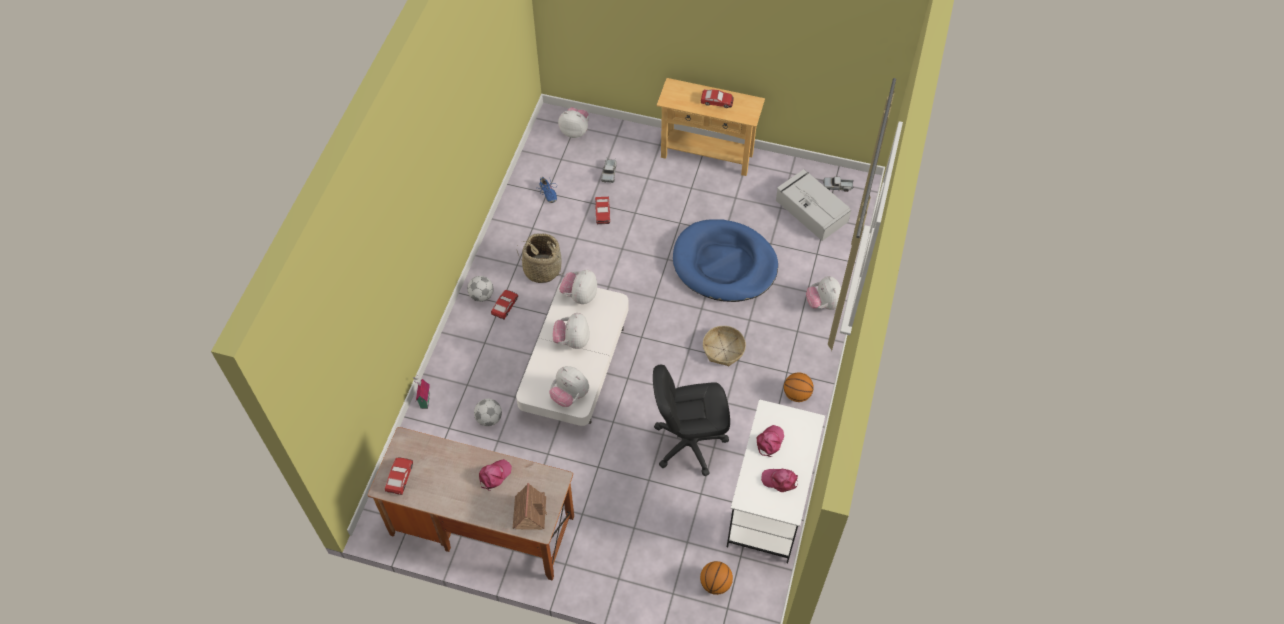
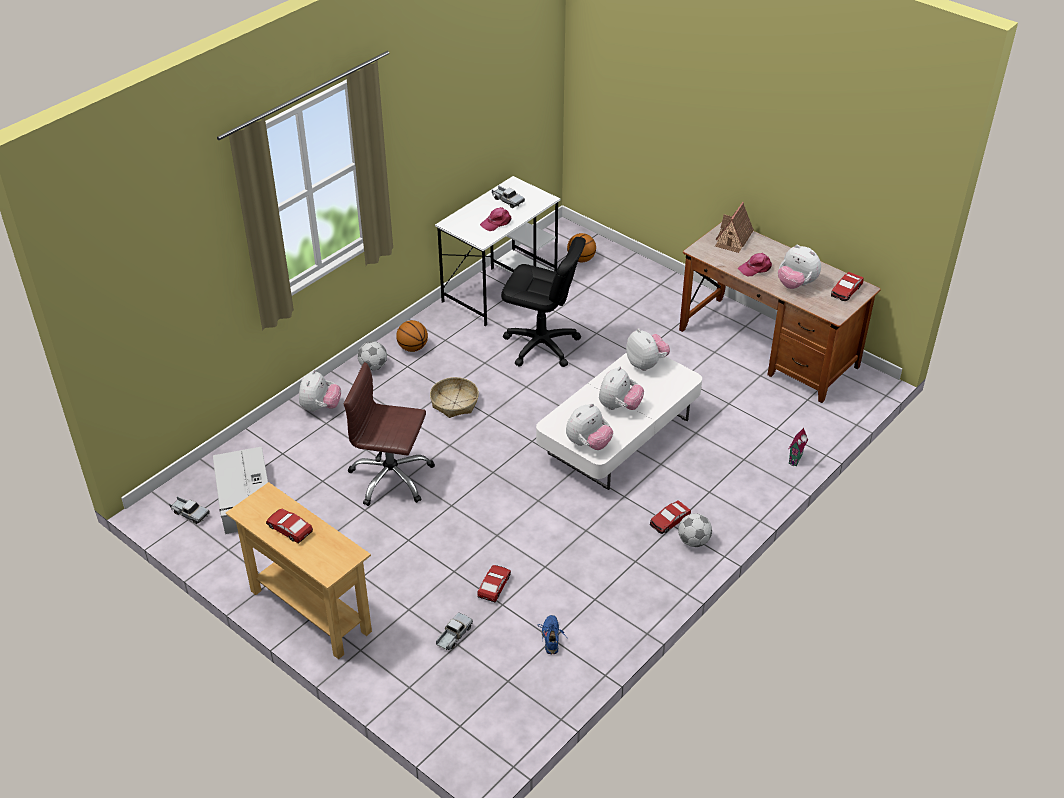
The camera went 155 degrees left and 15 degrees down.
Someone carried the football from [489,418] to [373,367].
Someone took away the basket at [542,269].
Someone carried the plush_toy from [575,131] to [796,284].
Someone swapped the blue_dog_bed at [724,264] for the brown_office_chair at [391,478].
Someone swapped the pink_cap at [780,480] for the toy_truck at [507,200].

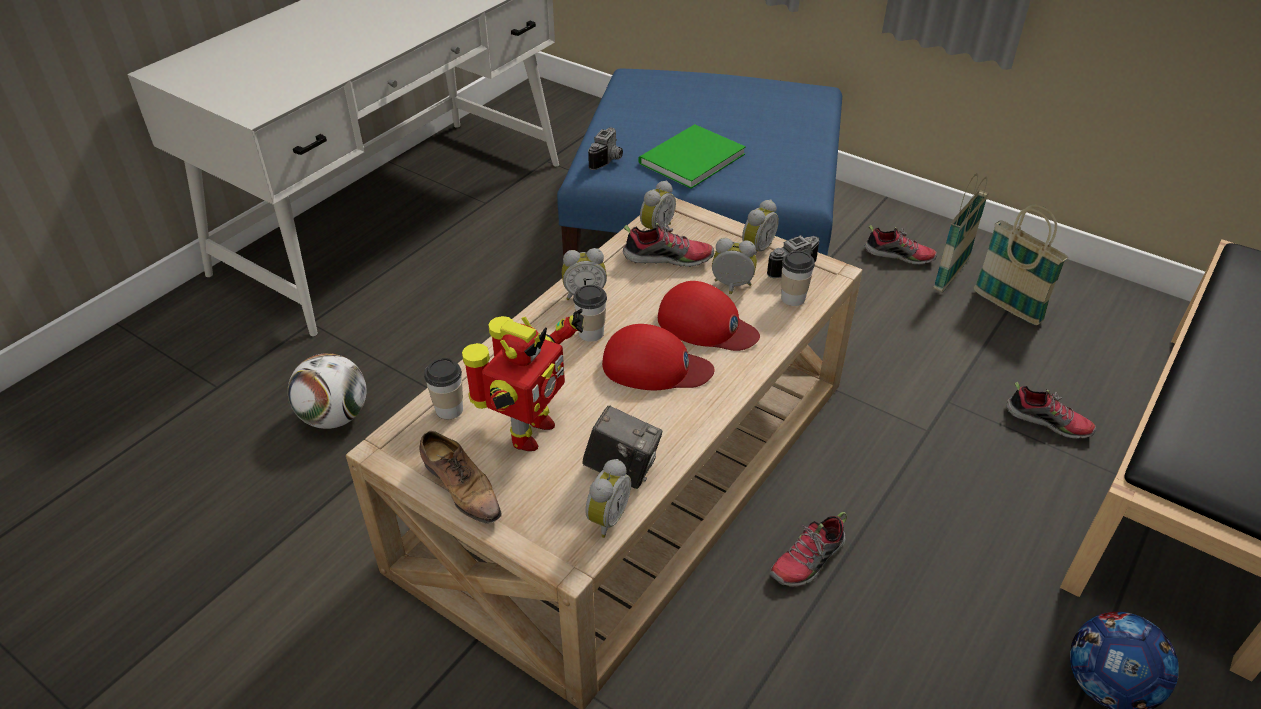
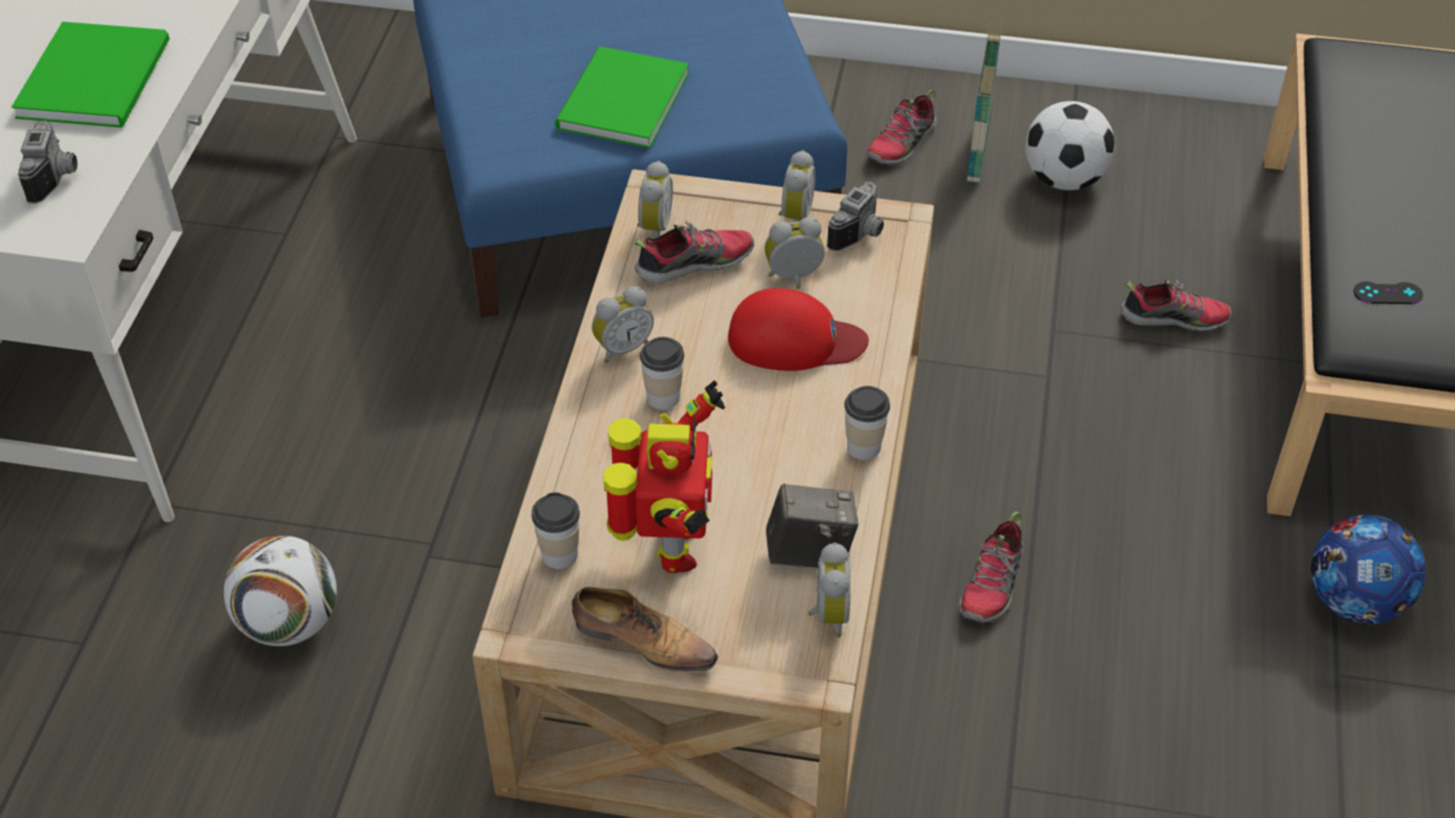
The camera went 25 degrees left and 5 degrees up.
Someone carried the photo_camera from [609,160] to [57,176].
Someone took away the red_cap at [655,367].
Someone carried the cup from [793,298] to [864,447].
Someone rotated the shoe at [899,255] by 135 degrees clockwise.
Someone swapped the basket at [1007,307] for the football at [1064,179].
Someone put down the green_book at [99,76].
Someone put down the black_game_controller at [1387,293].

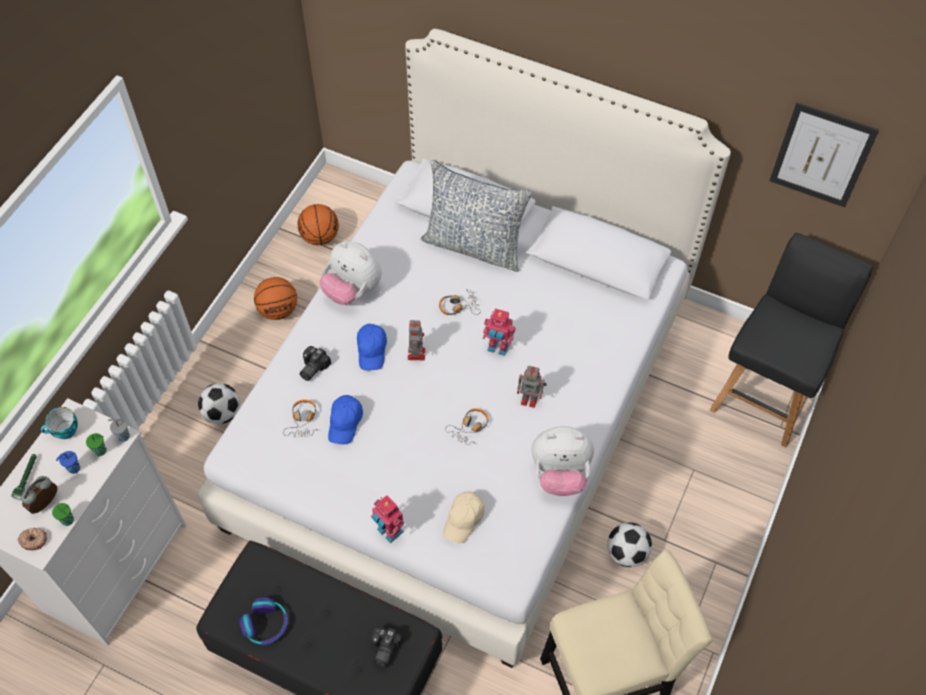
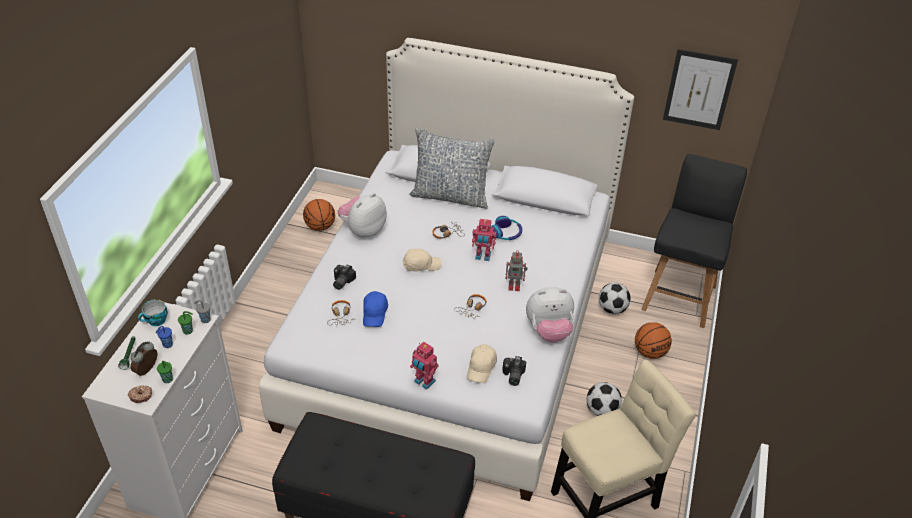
The camera went 10 degrees left and 15 degrees down.
Someone carried the football from [222,413] to [612,309].
Someone carried the headphones from [266,625] to [506,233].
Someone carried the basketball from [278,310] to [650,352].
Someone rotated the plush_toy at [352,290] by 105 degrees clockwise.
Someone took away the blue_cap at [372,350].
Someone carried the photo_camera from [383,649] to [512,376].
Someone swapped the toy_robot at [416,353] for the beige_cap at [421,265].

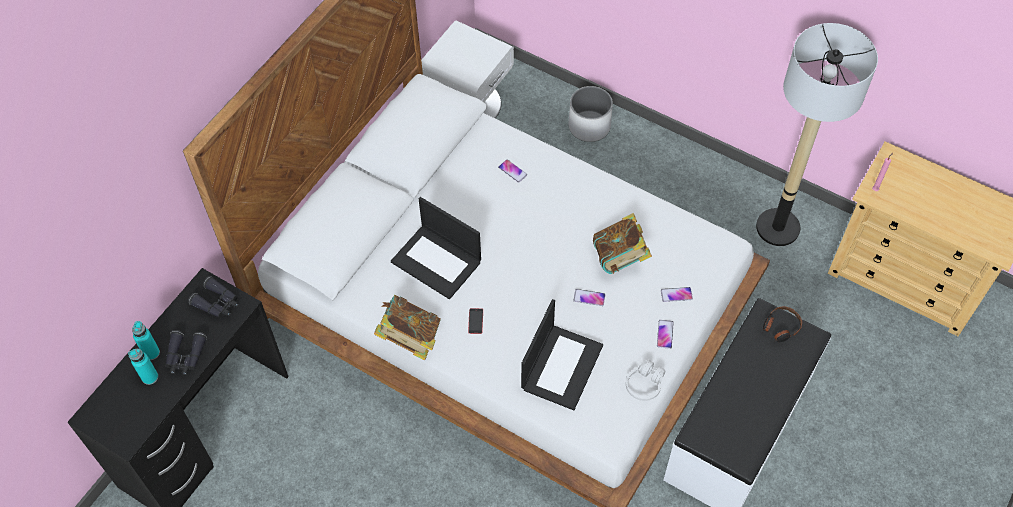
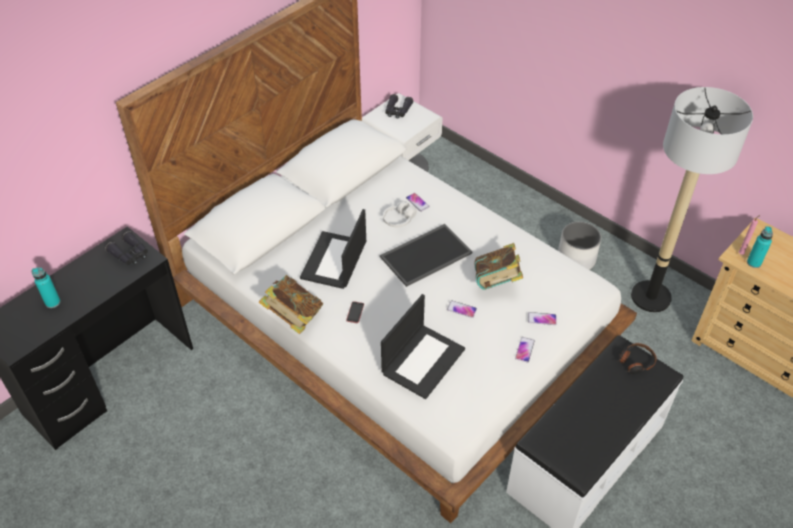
The camera went 10 degrees right and 10 degrees down.
Someone carried the turquoise_bottle from [151,353] to [753,263].
Someone carried the black_binoculars from [185,356] to [397,111].
Someone rotated the laptop at [437,262] by 60 degrees clockwise.
Someone carried the white_planter from [589,126] to [576,259].
Someone carried the white_headphones from [644,384] to [399,219].
Someone put down the tray at [426,254].

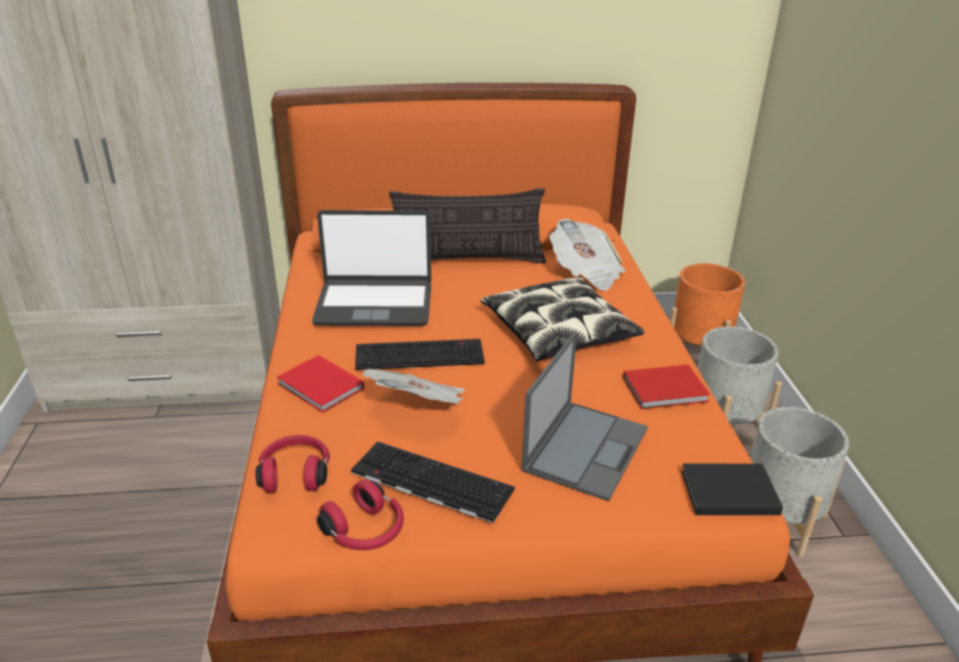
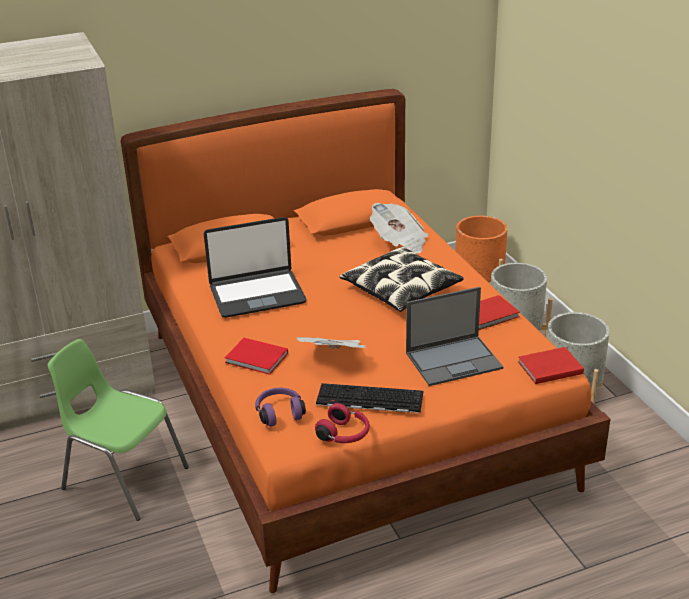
The camera went 15 degrees left and 0 degrees up.
Someone repainted the red_headphones at [295,473], which became the purple_headphones at [279,413].
Someone took away the keyboard at [421,354].
Someone took away the pillow at [468,260].
Someone rotated the laptop at [586,448] by 60 degrees clockwise.
Someone repainted the black_book at [726,491], which became the red_book at [548,367].
Someone put down the green_chair at [123,478].

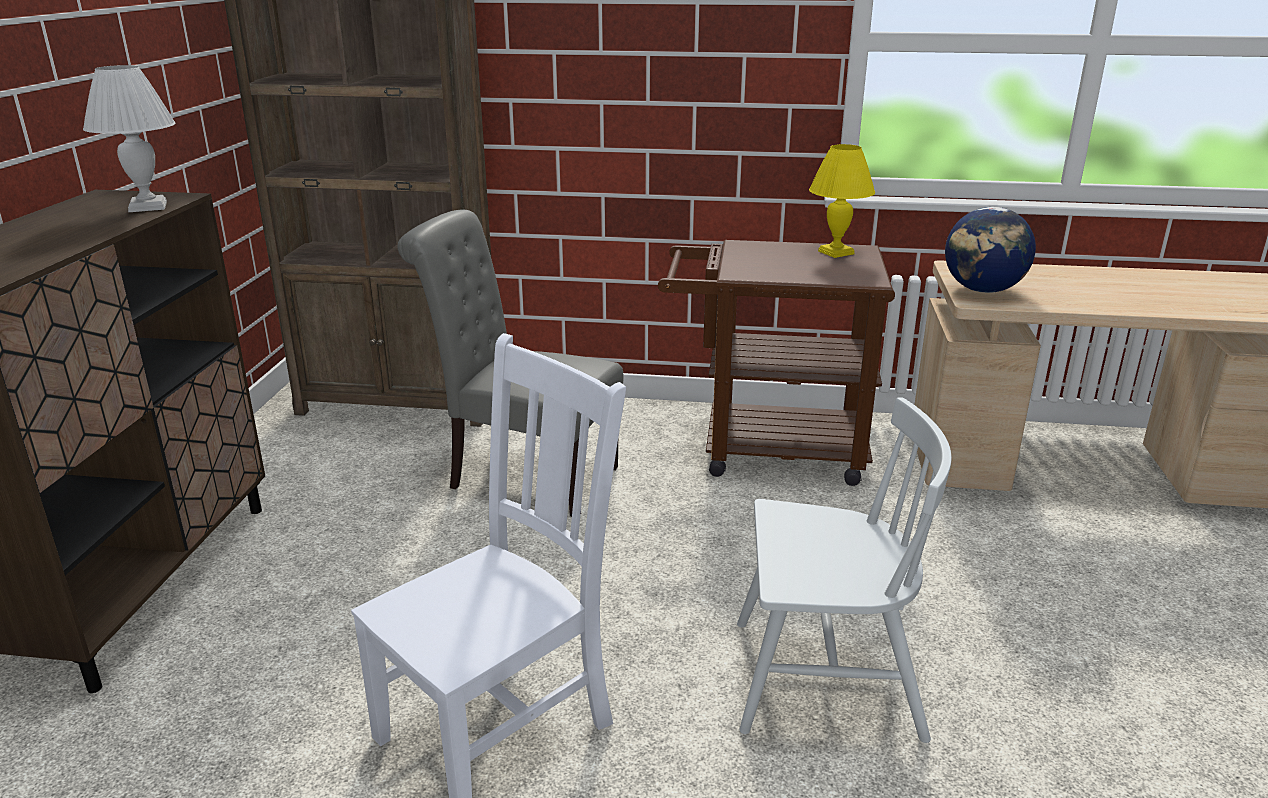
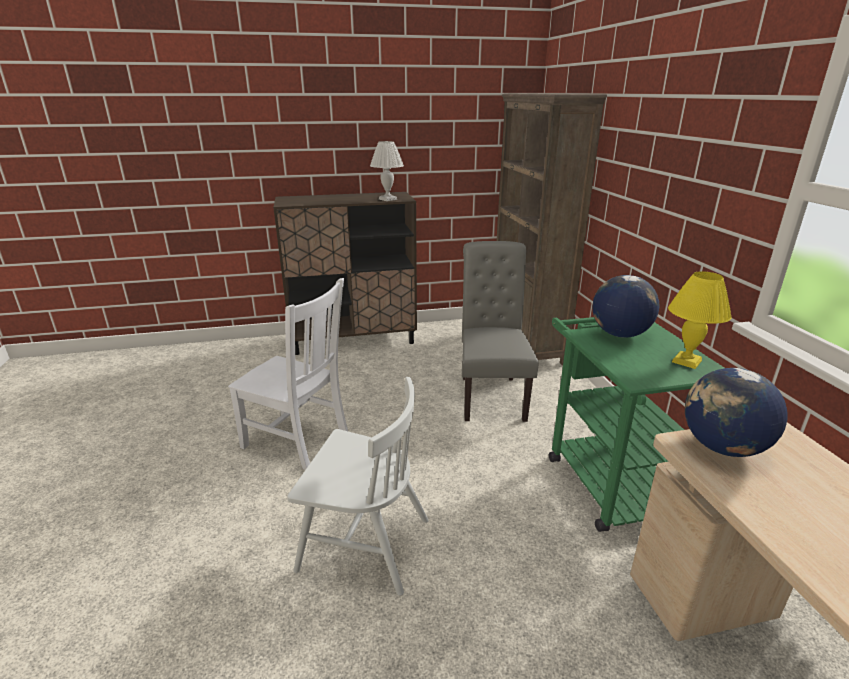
The camera went 70 degrees right and 0 degrees up.
Someone repainted the brown_cart at [767,449], which became the green_cart at [608,477].
Someone rotated the white_chair at [824,680] by 60 degrees counterclockwise.
Someone put down the globe at [619,334].

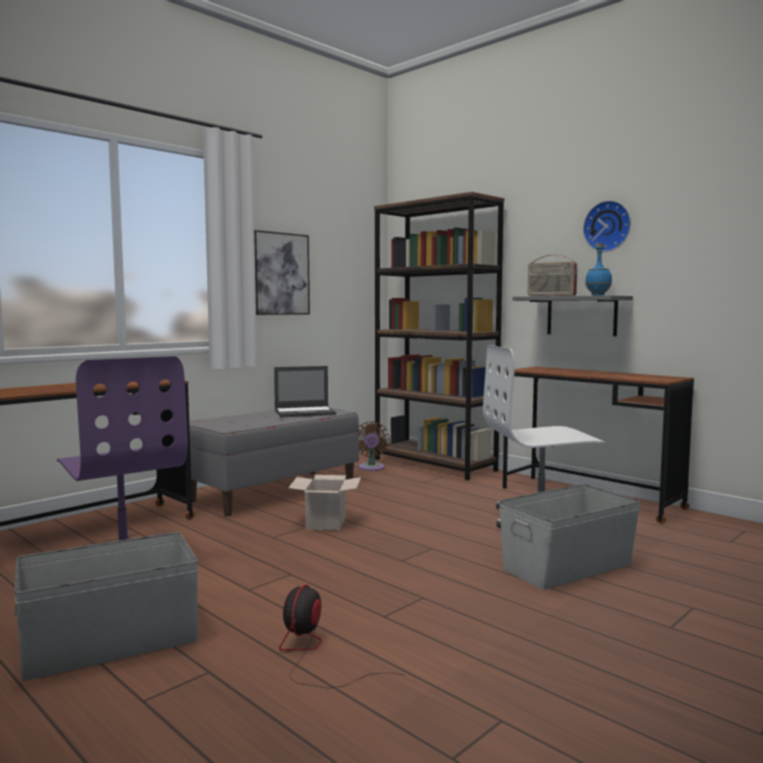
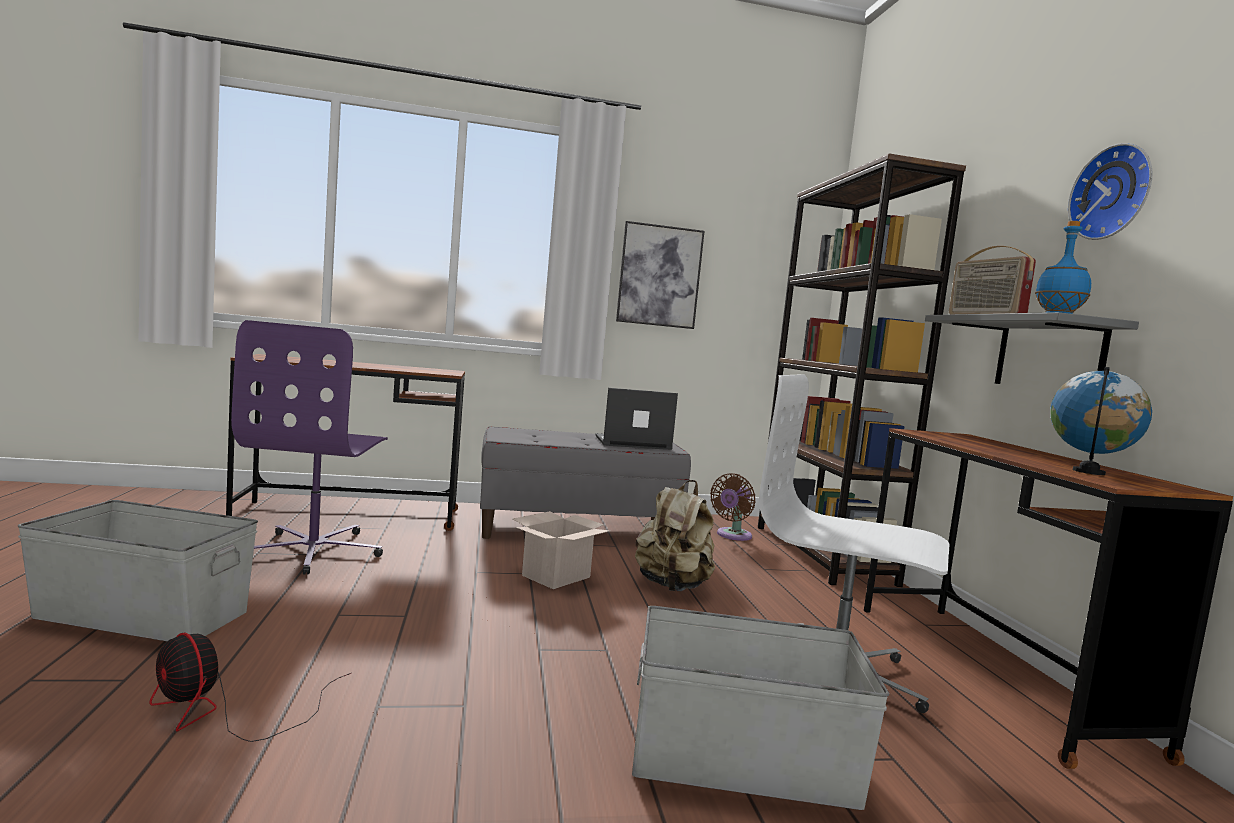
The camera went 35 degrees right and 0 degrees up.
Someone rotated the laptop at [305,412] by 150 degrees clockwise.
Someone rotated the fan at [313,654] by 105 degrees counterclockwise.
Someone put down the beige_backpack at [672,586].
Someone put down the globe at [1089,472].

